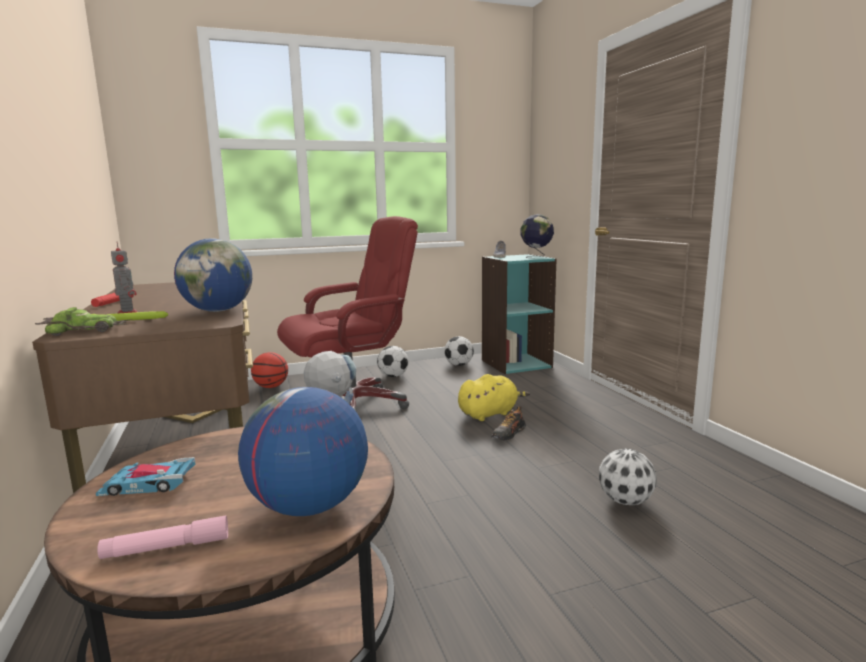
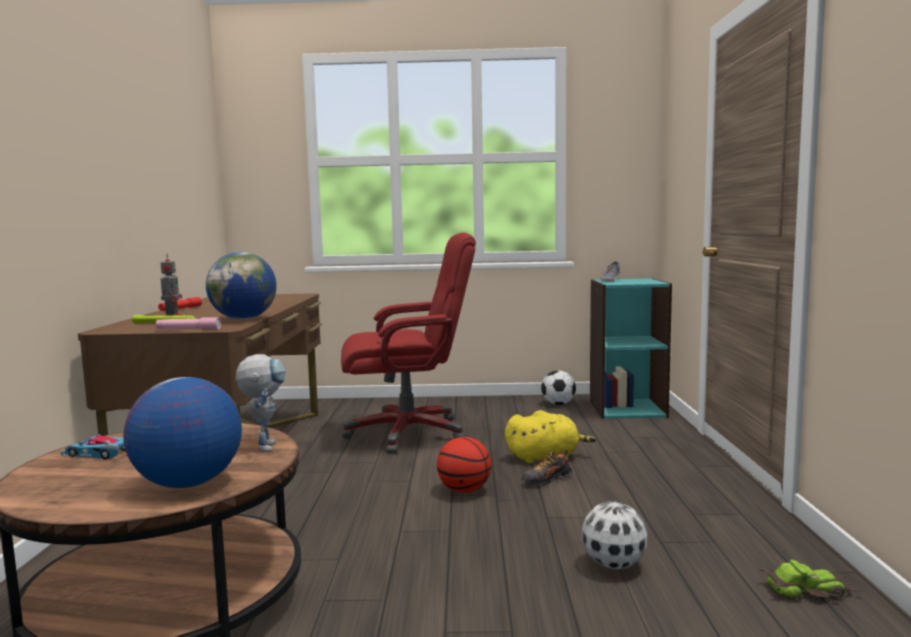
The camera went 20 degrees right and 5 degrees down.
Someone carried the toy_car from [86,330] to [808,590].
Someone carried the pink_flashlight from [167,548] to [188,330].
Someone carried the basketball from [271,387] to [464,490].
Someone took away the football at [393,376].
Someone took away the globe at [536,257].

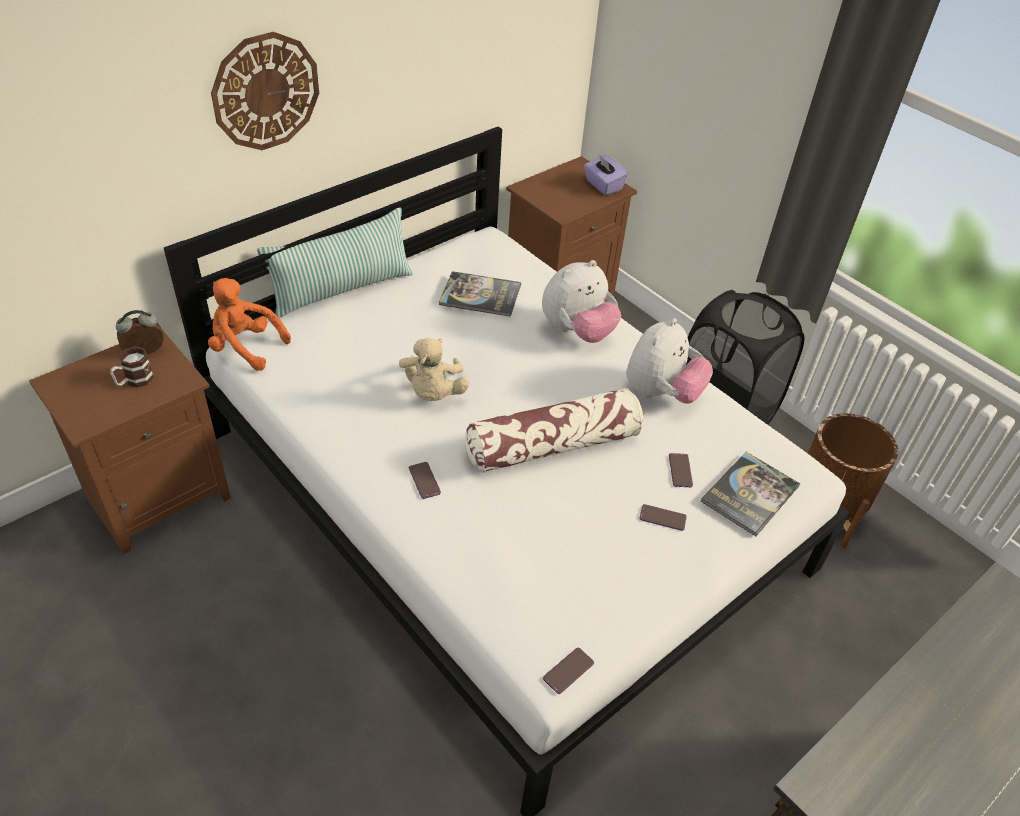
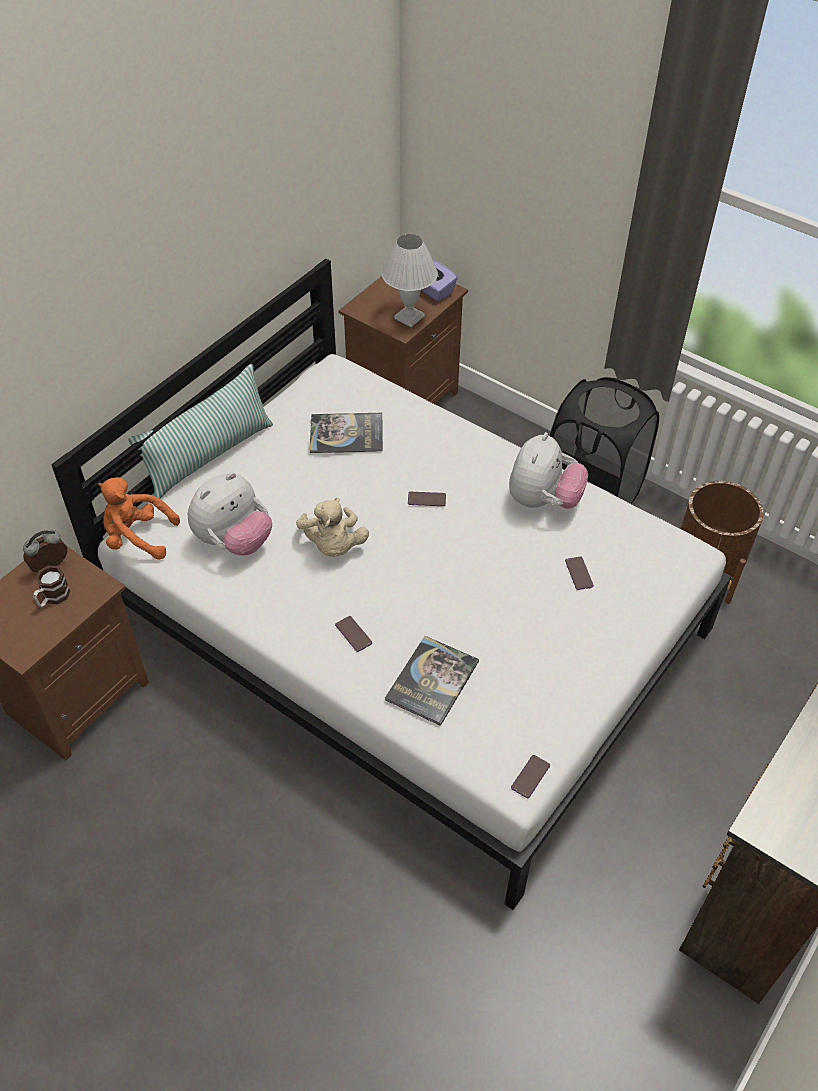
The camera went 10 degrees left and 5 degrees up.
Someone took away the wall_clock at [266,92].
Someone took away the pillow at [553,445].
Someone carried the plush_toy from [577,331] to [234,541].
Someone carried the phone from [662,518] to [426,499].
Someone carried the book from [750,494] to [432,681].
Someone put down the white_table_lamp at [409,317].

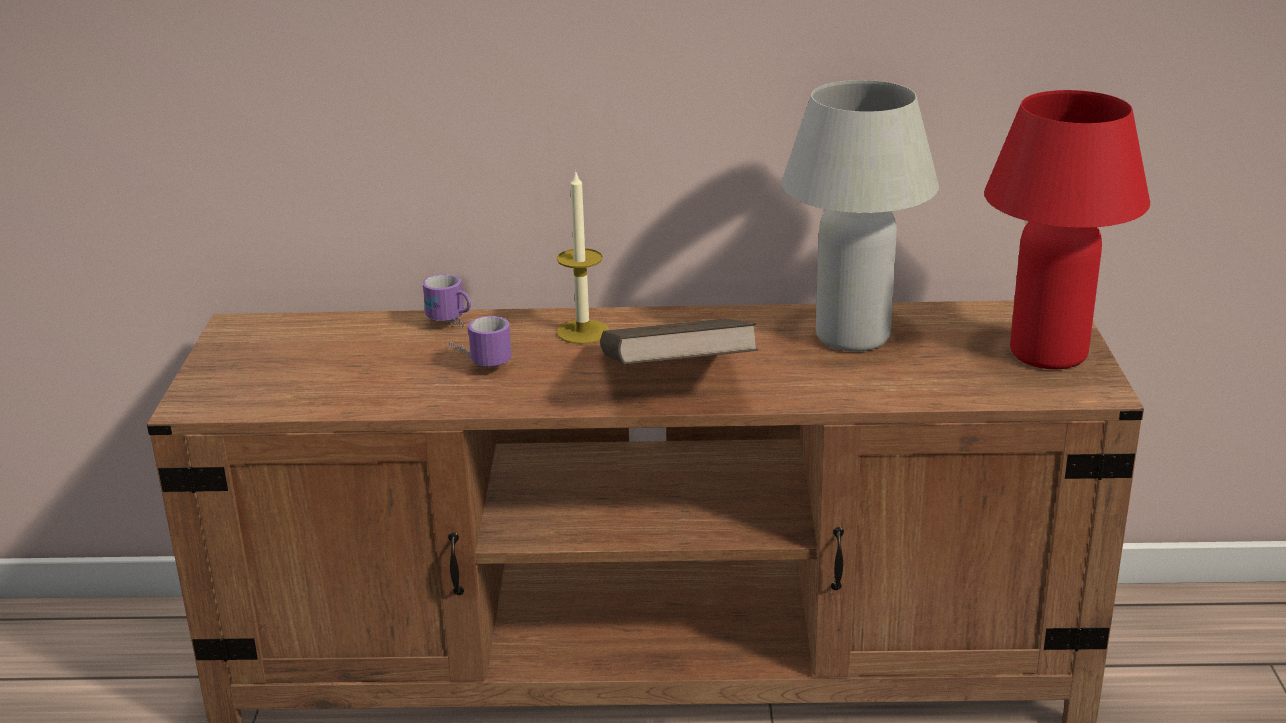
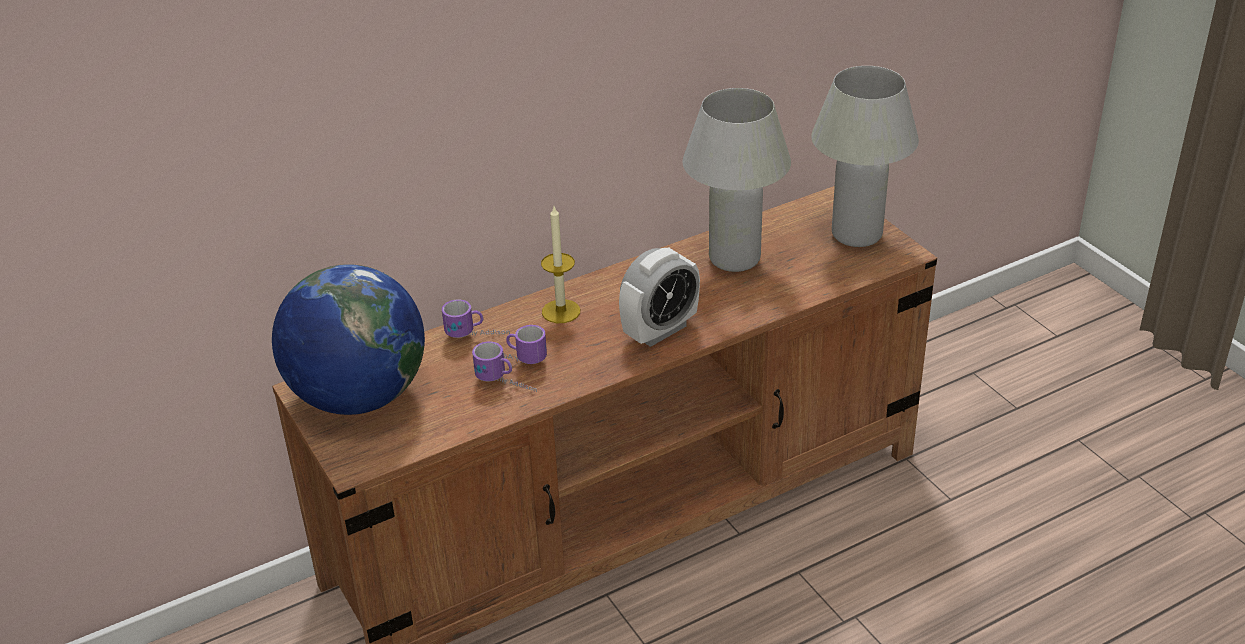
The camera went 30 degrees left and 10 degrees up.
Someone swapped the brown_book at [675,381] for the alarm_clock at [660,331].
Someone repainted the red_table_lamp at [1048,354], which became the white_table_lamp at [856,234].
Someone put down the globe at [358,396].
Someone put down the mug at [506,384].

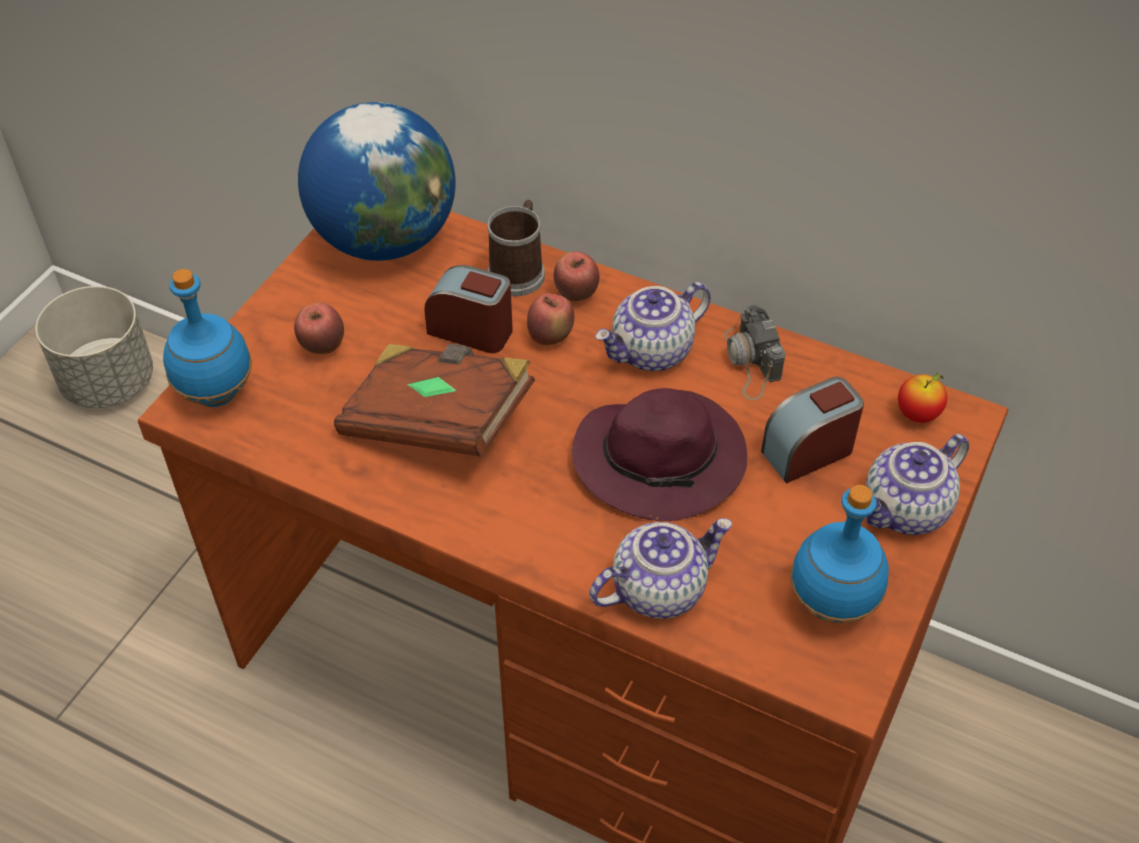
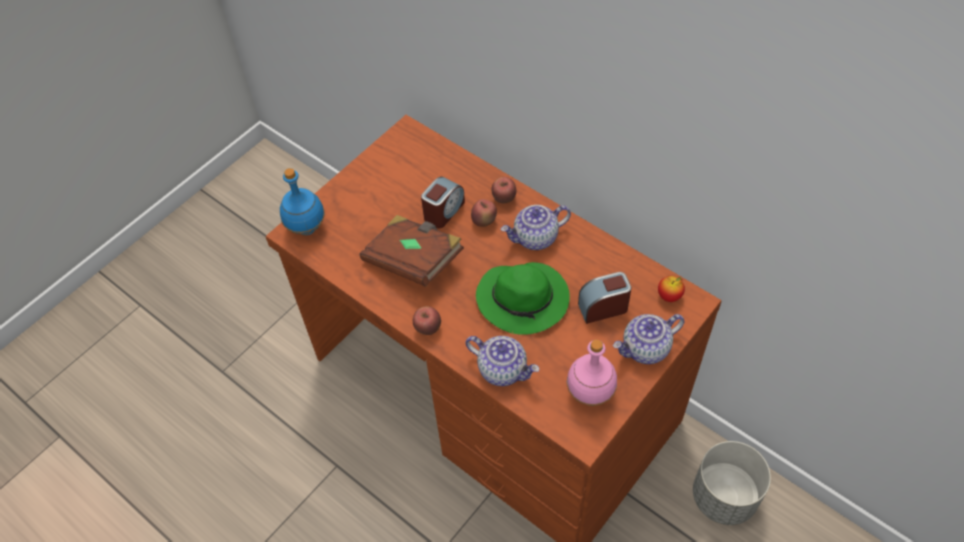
The camera went 15 degrees right and 5 degrees up.
Someone carried the grey_planter from [109,382] to [724,497].
Someone carried the apple from [323,346] to [428,328].
Someone took away the globe at [385,239].
Someone rotated the alarm_clock at [471,330] by 90 degrees clockwise.
Someone took away the mug at [518,271].
Someone repainted the purple_hat at [662,460], which became the green_hat at [524,300].
Someone rotated the teapot at [658,588] by 45 degrees clockwise.
Someone took away the photo_camera at [751,362].
Someone repainted the blue_bottle at [832,603], which became the pink_bottle at [590,393].

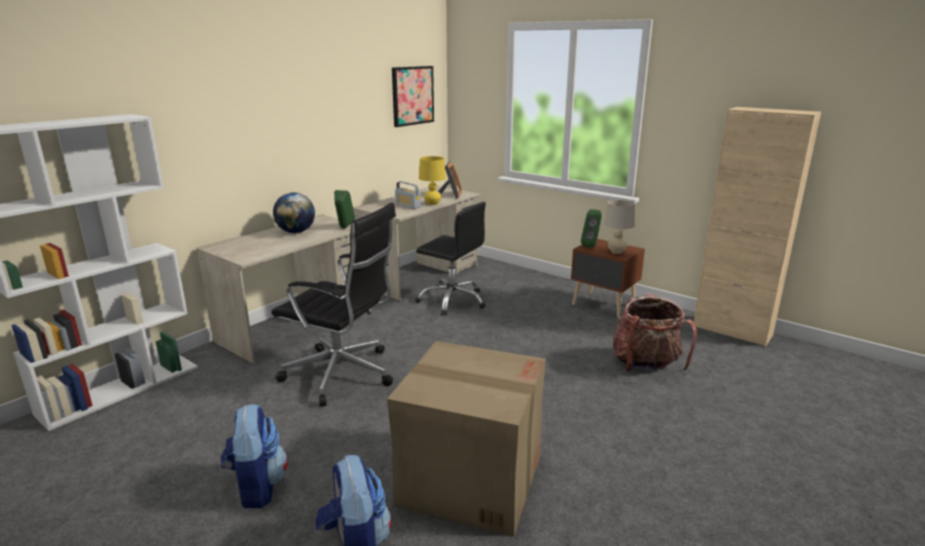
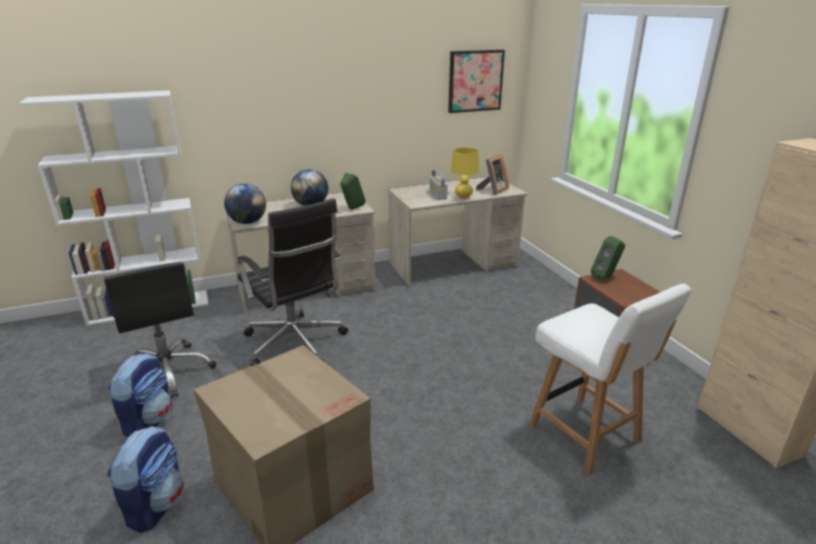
The camera went 30 degrees right and 5 degrees up.
Someone carried the black_office_chair from [452,300] to [168,372].
Someone took away the beige_table_lamp at [616,252].
Someone swapped the backpack at [646,365] for the white_chair at [586,435].
Someone put down the globe at [247,222].

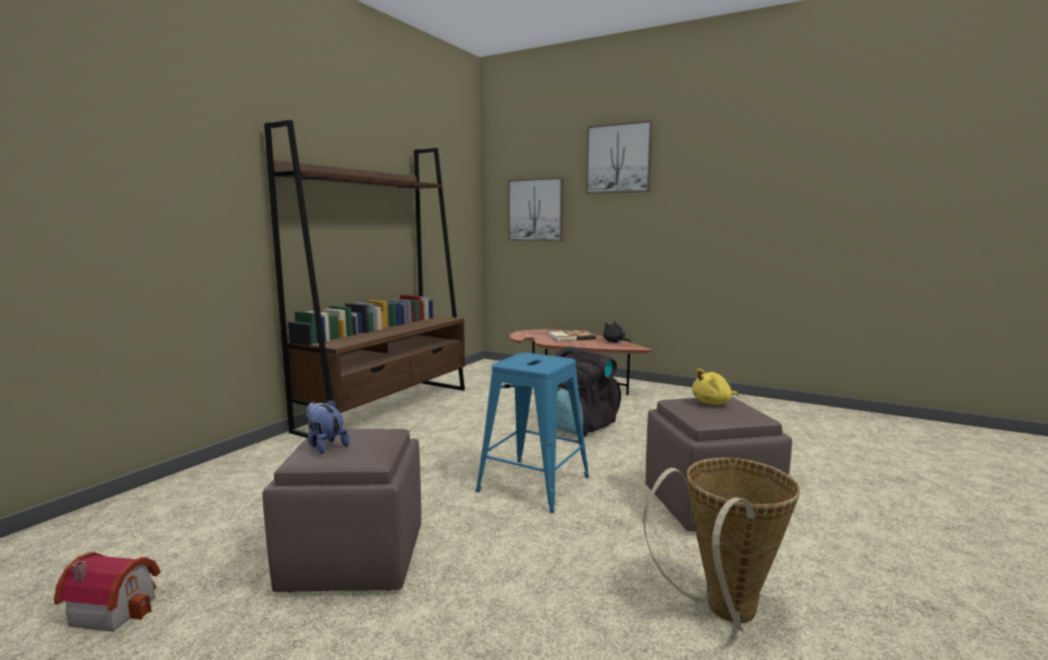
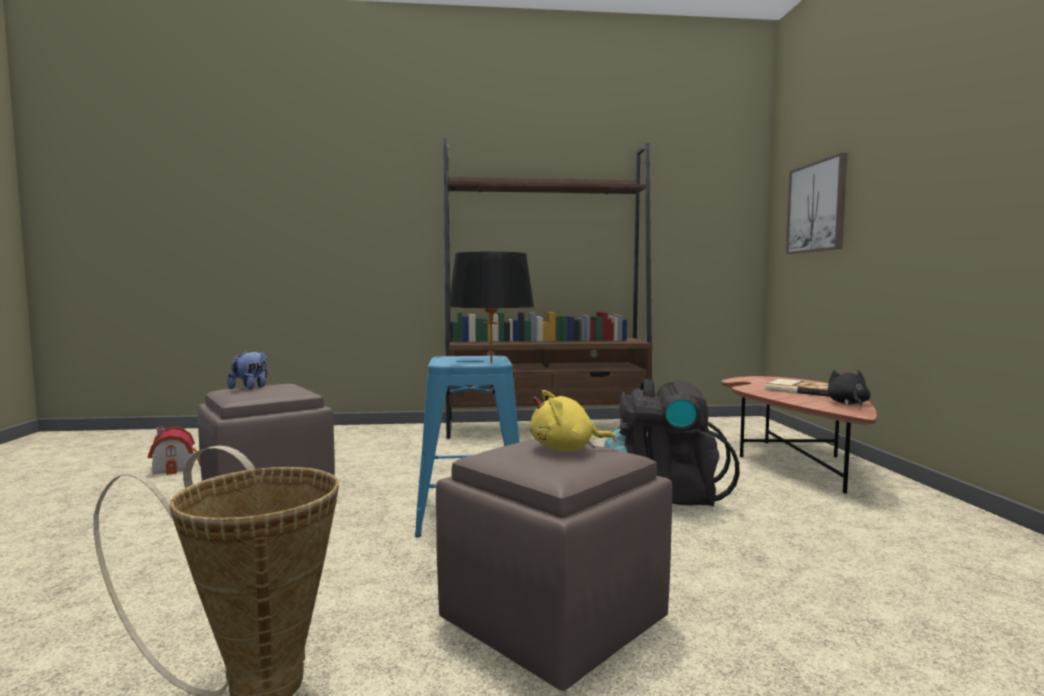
The camera went 55 degrees right and 5 degrees down.
Someone took away the picture at [619,158].
Someone rotated the yellow_plush_toy at [713,403] by 45 degrees counterclockwise.
Someone put down the black_table_lamp at [491,363].

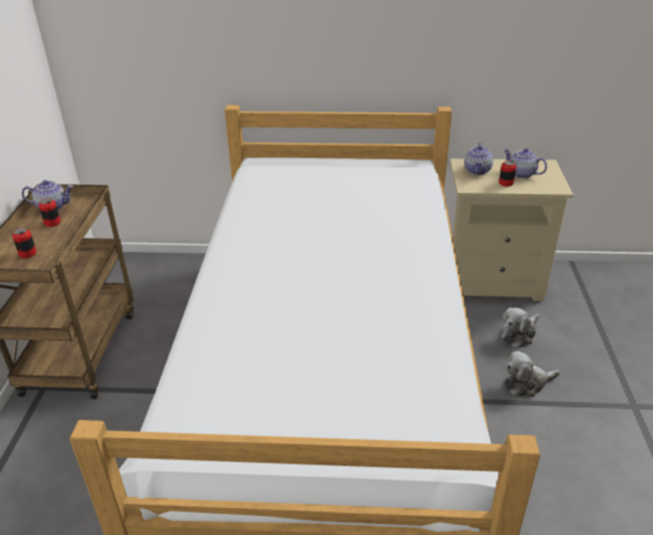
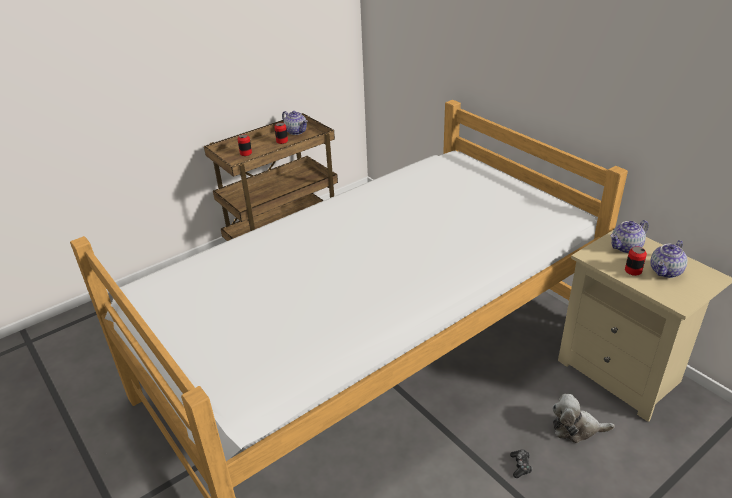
The camera went 50 degrees right and 0 degrees up.
Someone rotated the teapot at [521,174] by 135 degrees counterclockwise.
Someone swapped the plush_toy at [526,383] for the game_controller at [520,466].

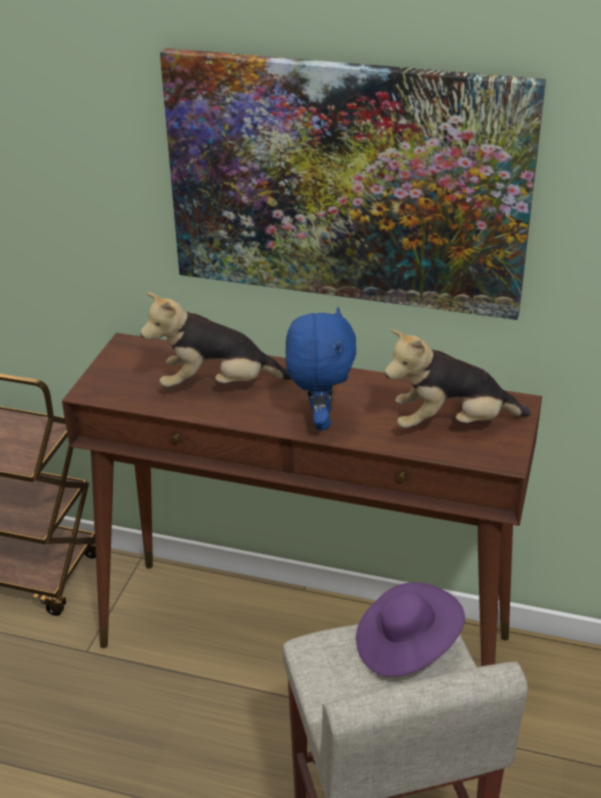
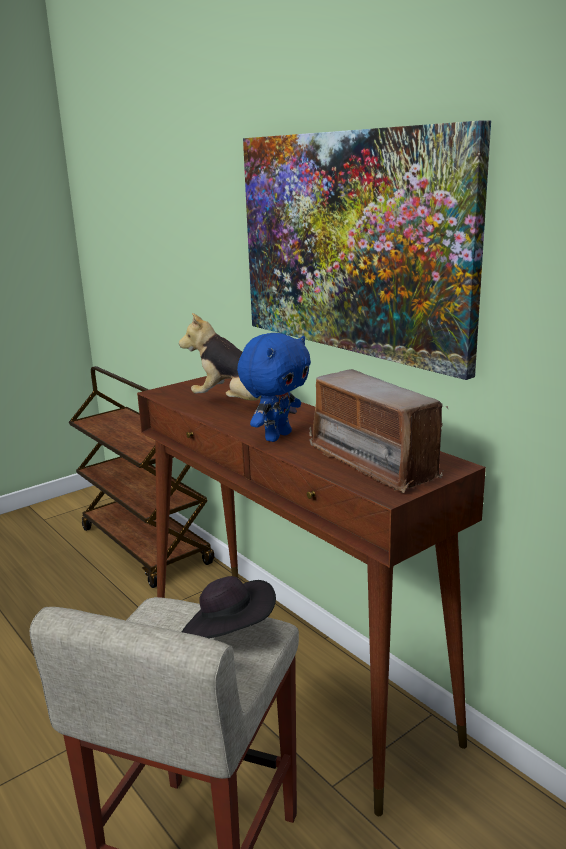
The camera went 35 degrees right and 15 degrees down.
Someone repainted the purple_hat at [406,647], which became the black_hat at [228,635].
Someone swapped the plush_toy at [451,425] for the radio at [374,463].

